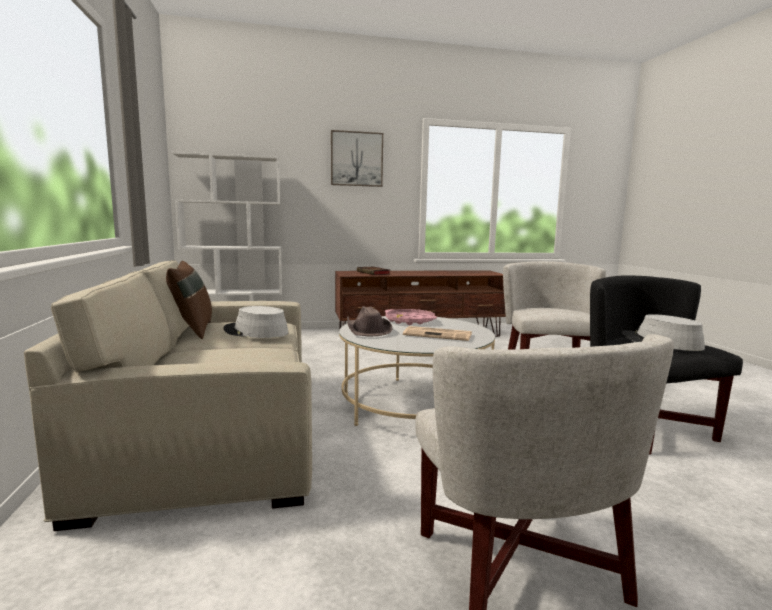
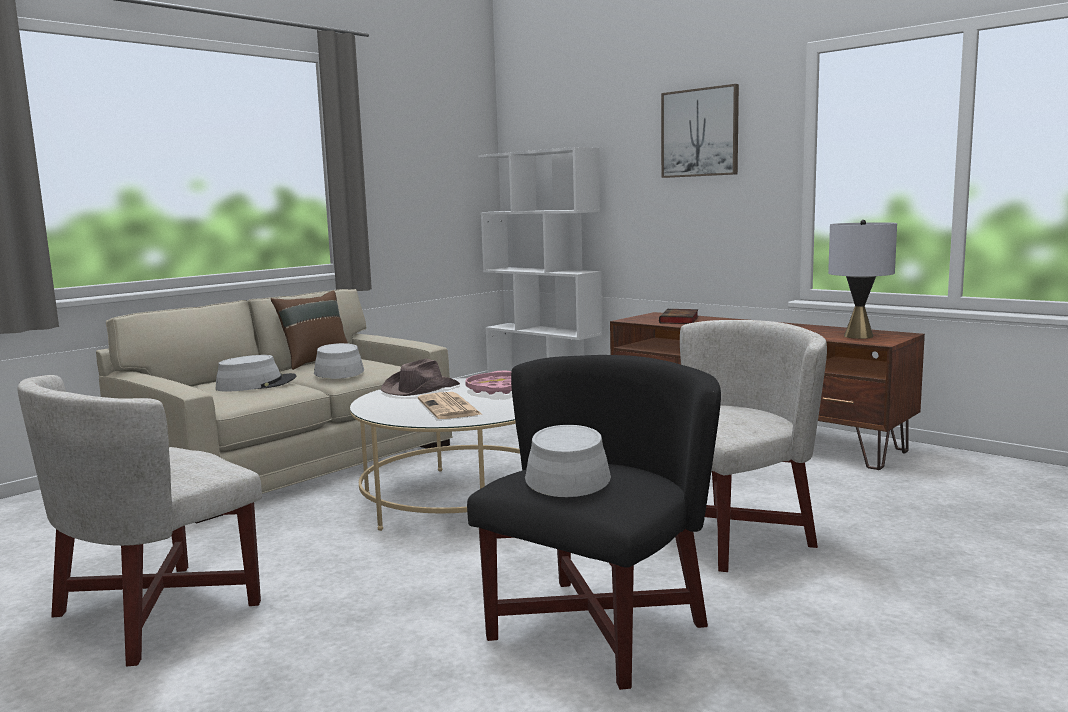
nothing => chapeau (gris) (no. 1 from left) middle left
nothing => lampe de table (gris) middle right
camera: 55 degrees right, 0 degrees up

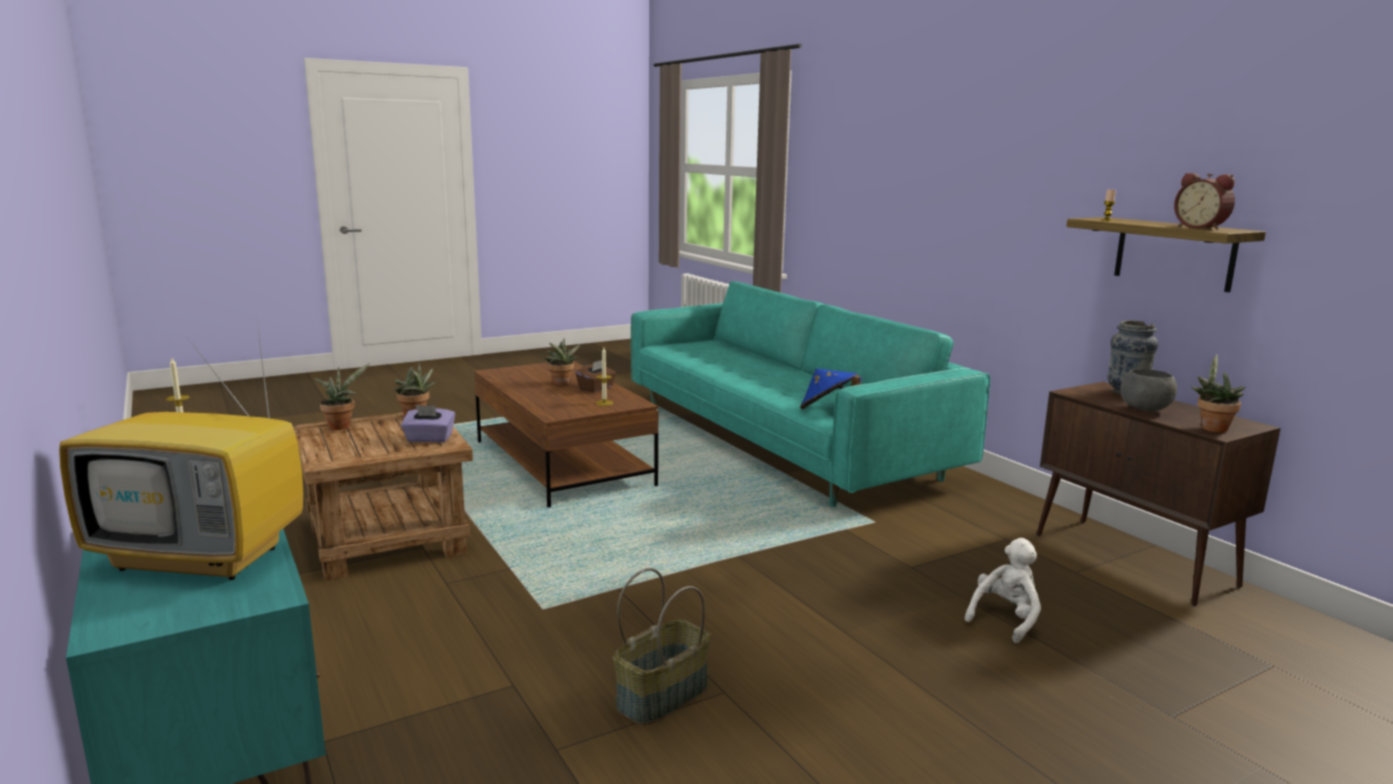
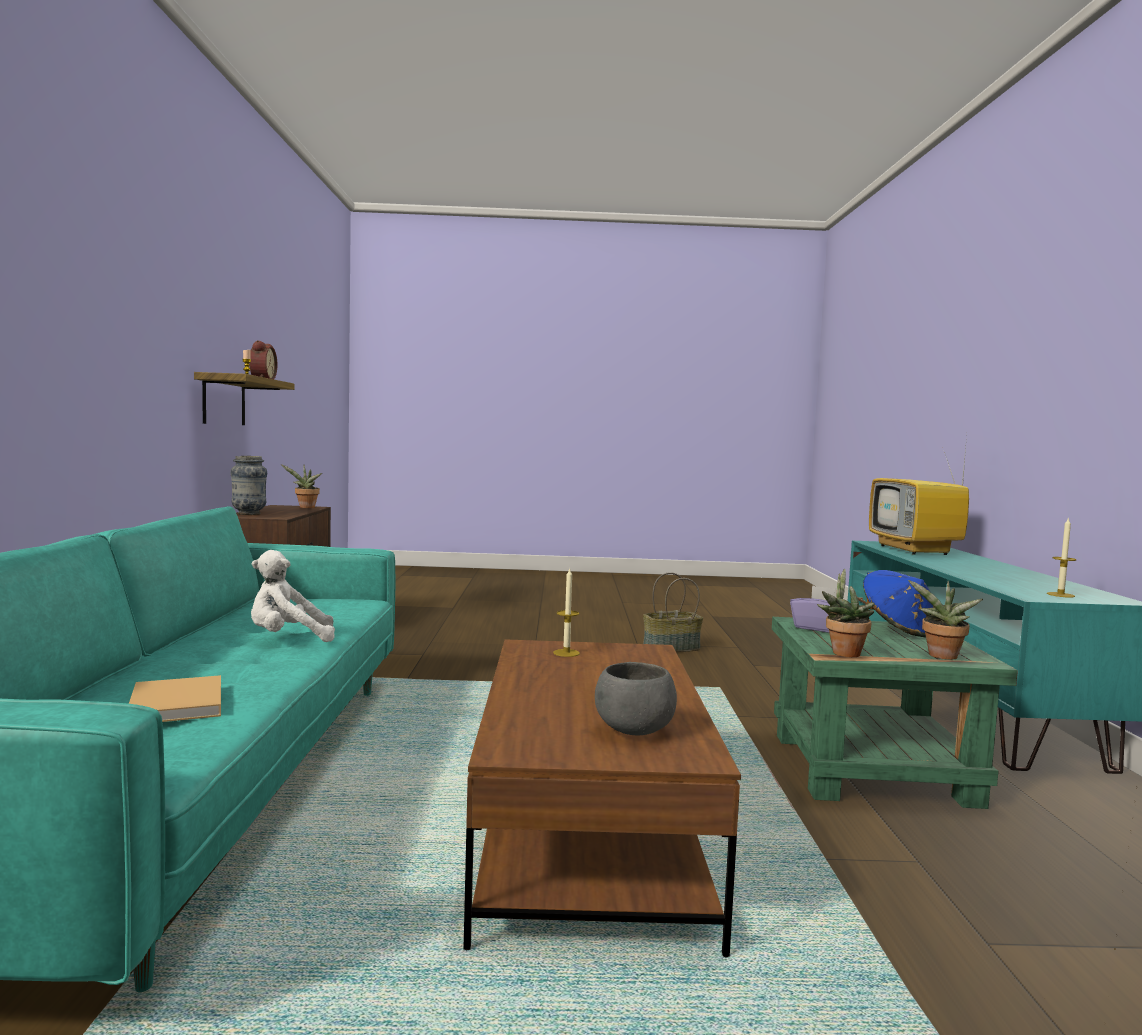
téléviseur middle left => téléviseur middle right, 135 degrees counterclockwise
table d'appoint (marron) middle left => table d'appoint (vert) bottom right
plante en pot (no. 3 from left) centre => nothing
boîte à mouchoirs (marron) centre => nothing
chapeau (bleu) centre => chapeau (bleu) middle right, relocated
peluche (blanc) bottom right => peluche (blanc) middle left, relocated
bol (gris) middle right => bol (gris) bottom centre, relocated
nothing => livre (beige) bottom left
camera: 150 degrees left, 10 degrees down

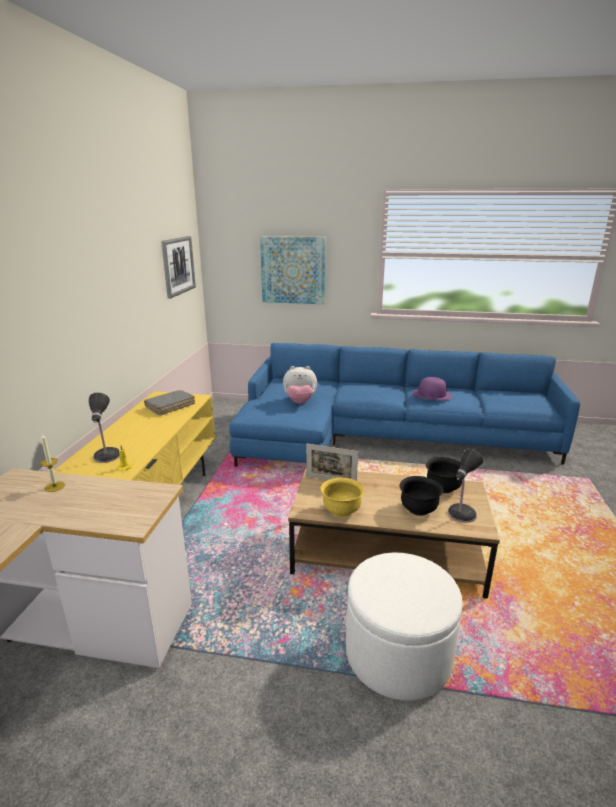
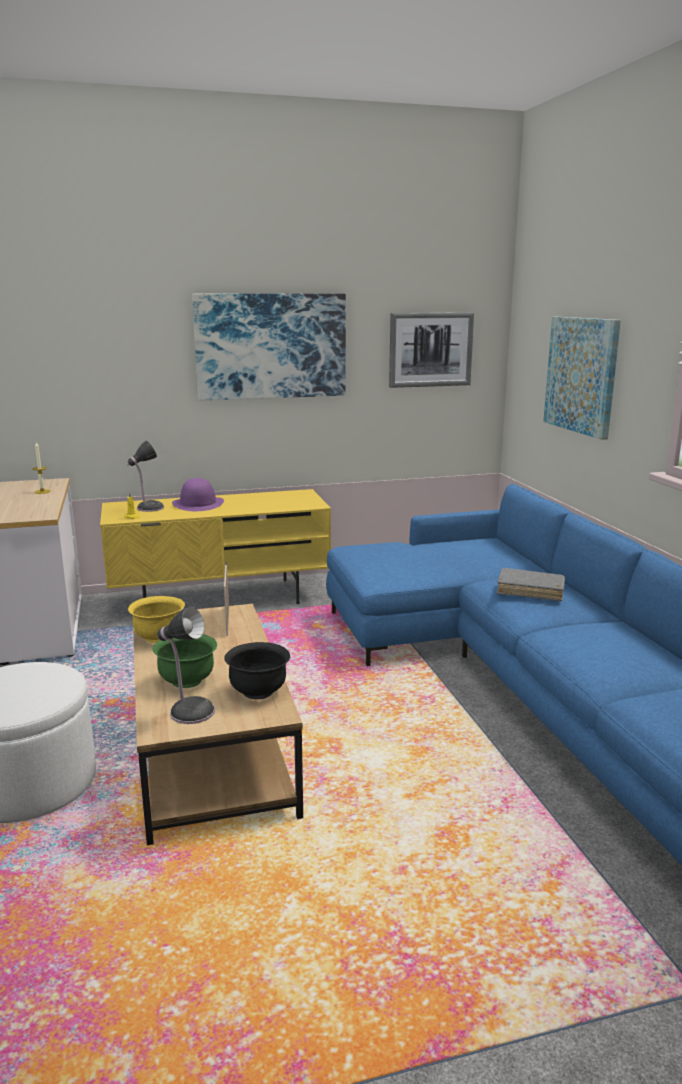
livre (gris) middle left => livre (gris) middle right, relocated
peluche centre => nothing
bol (noir) (no. 1 from left) middle right => bol (vert) middle left
chapeau (violet) middle right => chapeau (violet) middle left, relocated
nothing => tableau (no. 1 from left) top centre
camera: 65 degrees right, 5 degrees down

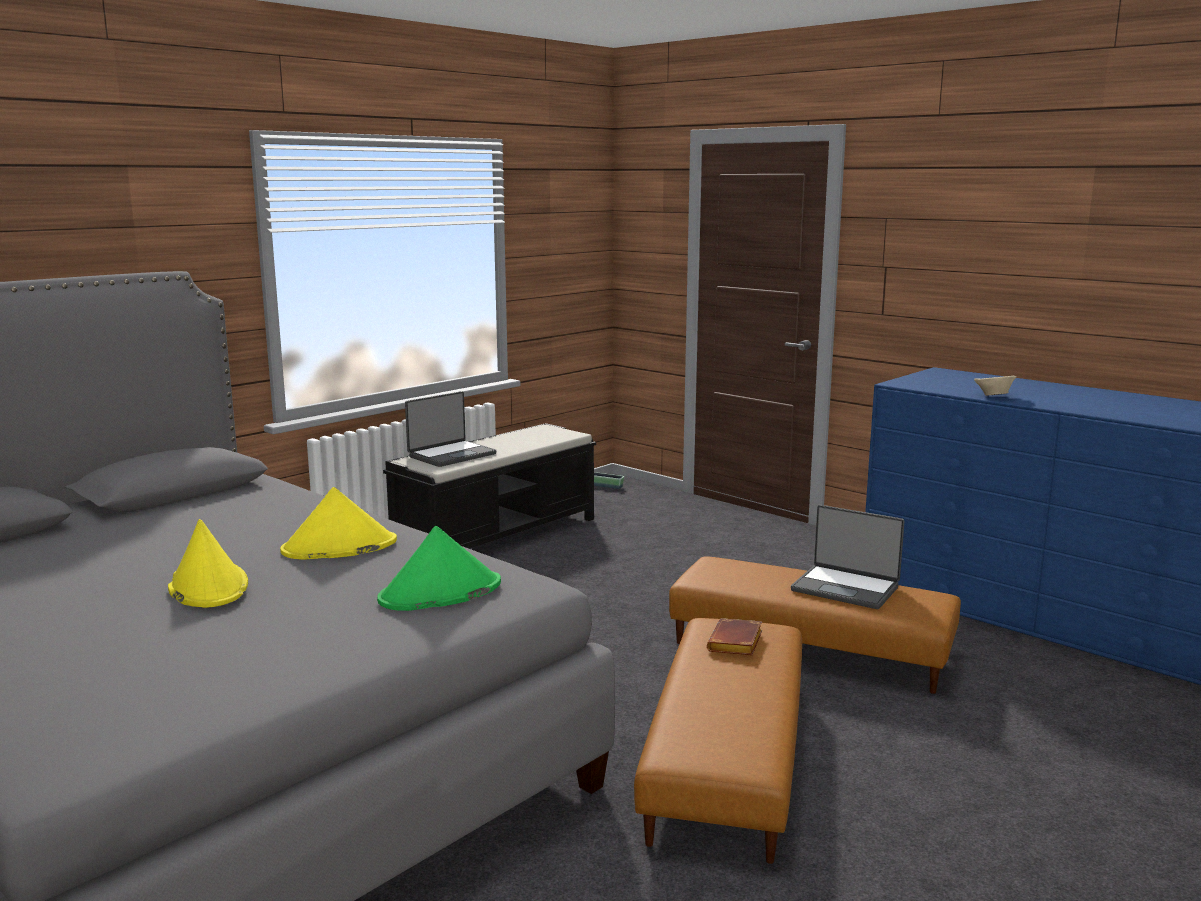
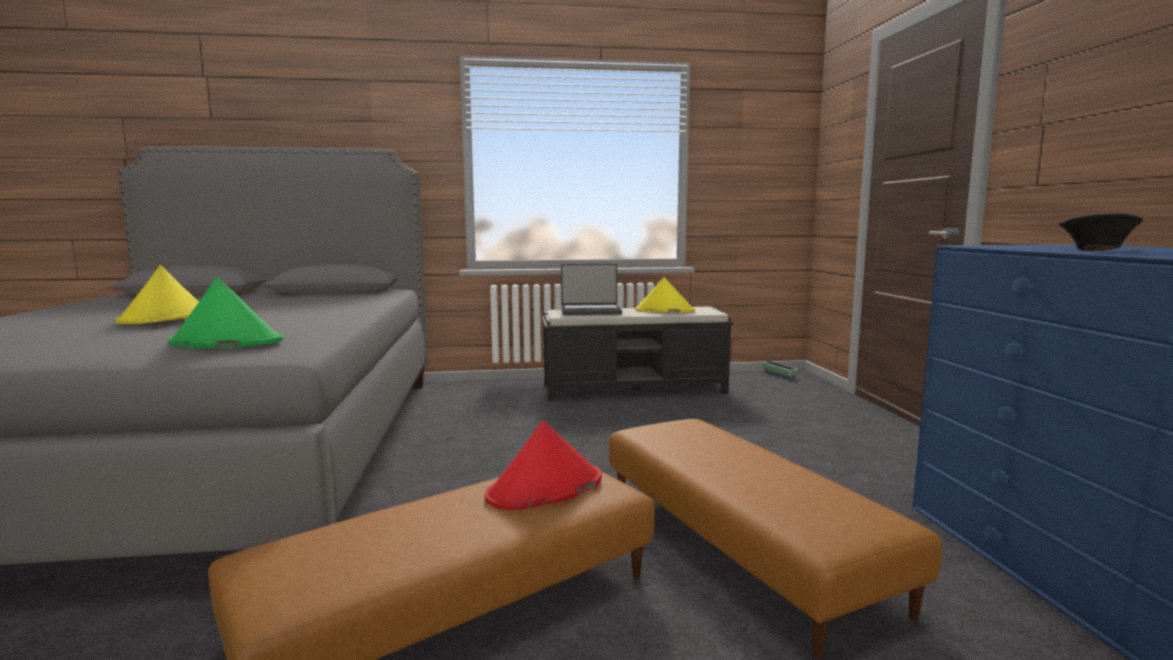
chapeau (jaune) (no. 2 from left) middle left => chapeau (jaune) (no. 2 from left) centre, relocated
livre (marron) bottom centre => chapeau (rouge) bottom centre
ordinateur portable (no. 2 from left) middle right => nothing
bol (beige) middle right => bol (noir) middle right
camera: 40 degrees right, 5 degrees down

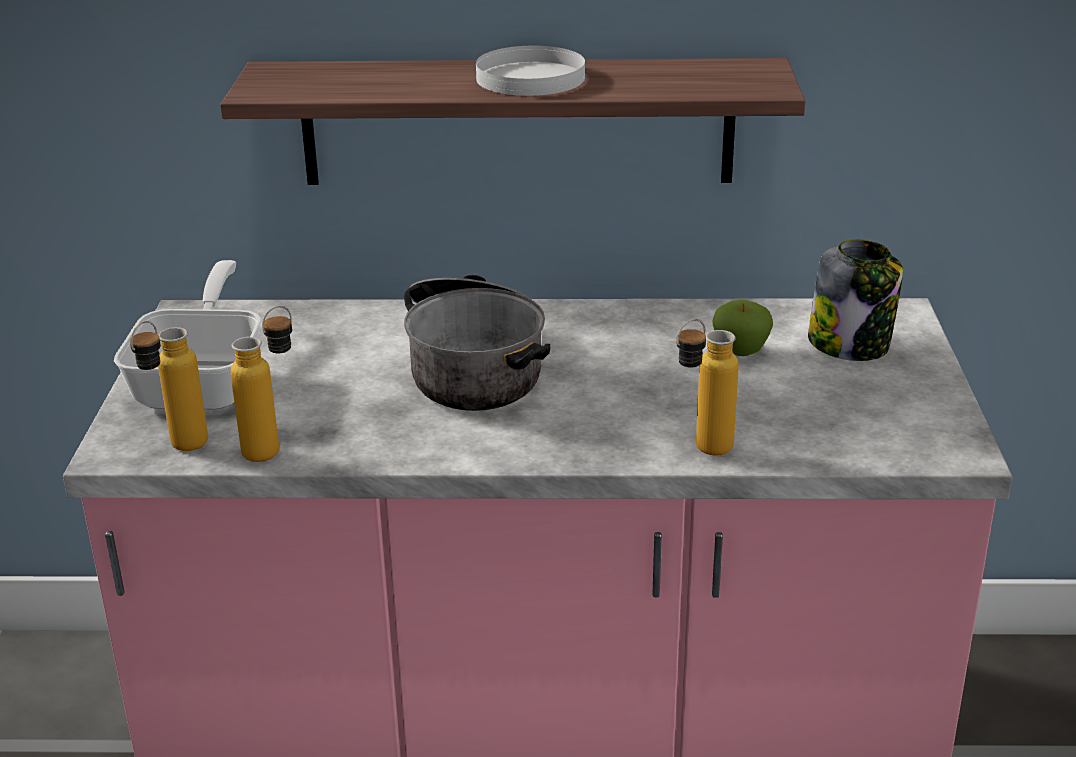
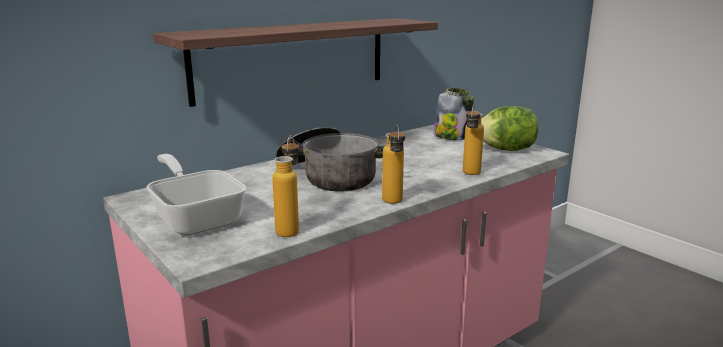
bouteille (no. 1 from left in the first image) middle left => bouteille (no. 2 from left) centre, relocated
assiette (blanc) top centre => nothing
pomme middle right => nothing
nothing => laitue middle right
camera: 40 degrees left, 10 degrees down

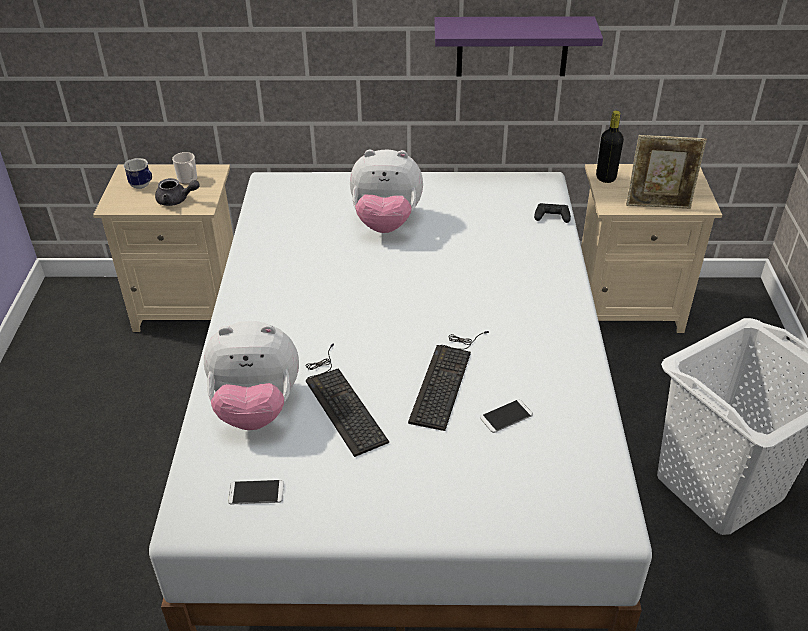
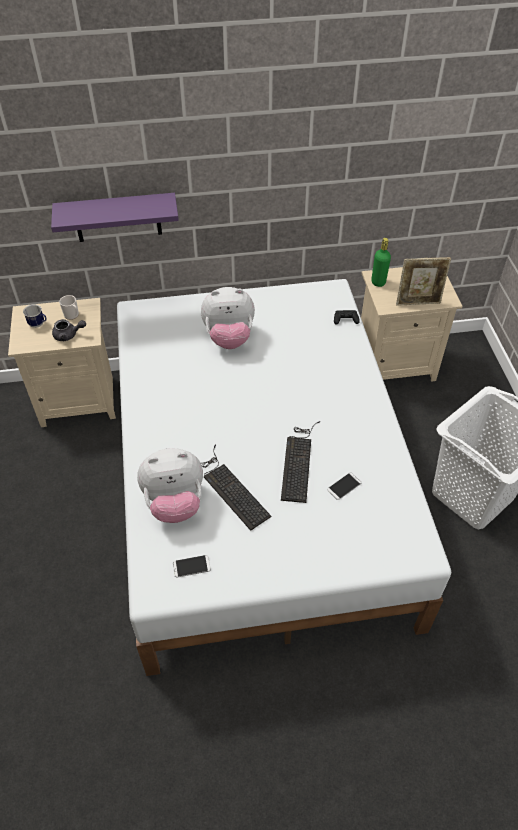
étagère (violet) top centre => étagère (violet) top left, relocated
bouteille (noir) top right => bouteille (vert) top right
camera: 10 degrees left, 10 degrees up

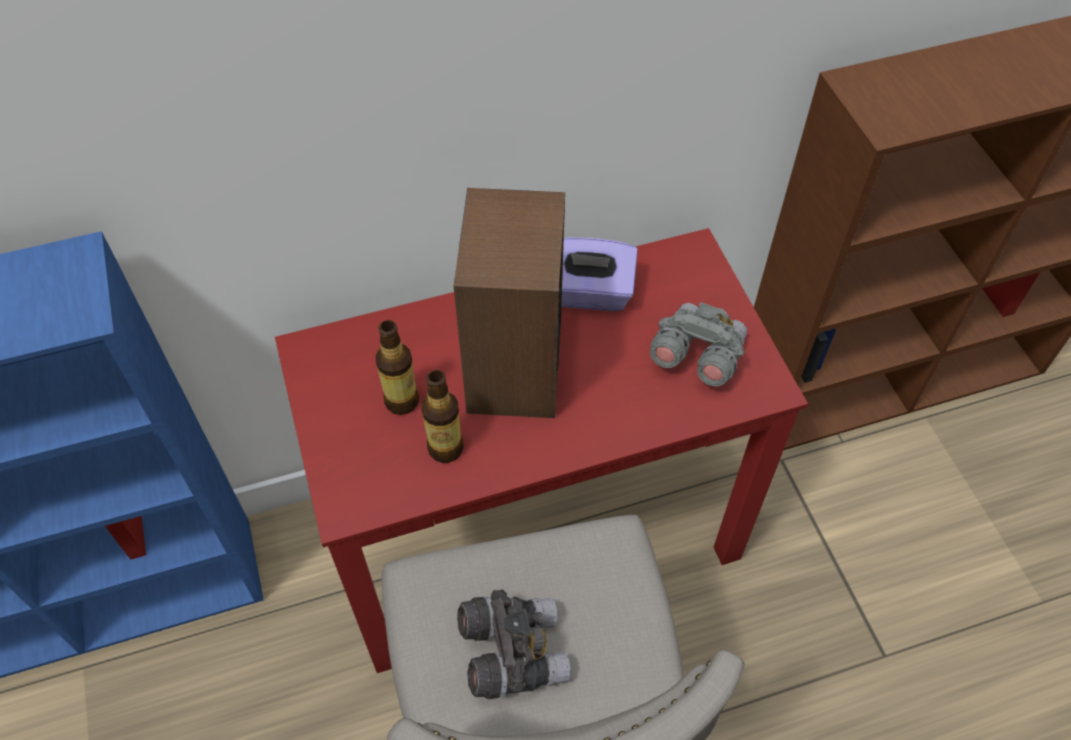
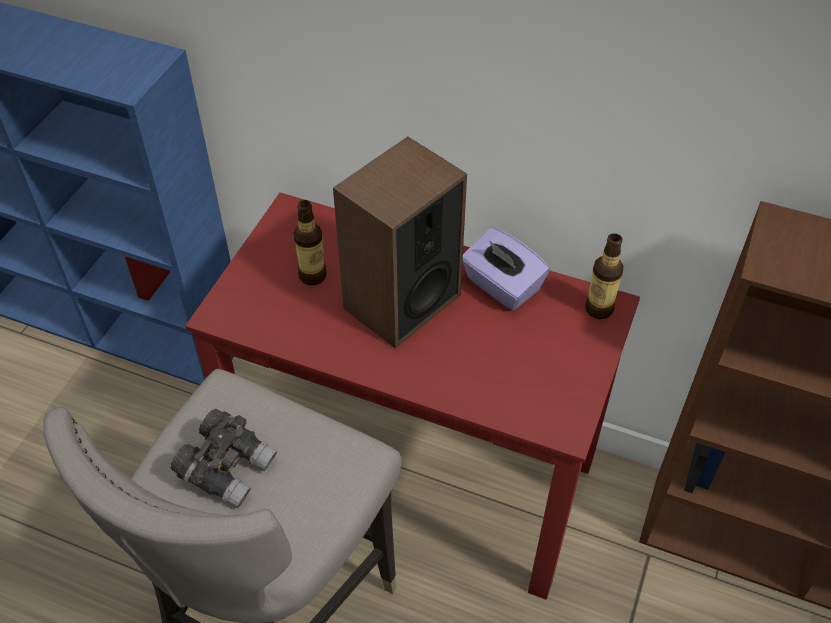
bouteille (no. 2 from left) centre => bouteille (no. 2 from left) middle right, relocated
jumelles (gris) (no. 2 from left) centre => nothing
camera: 40 degrees right, 5 degrees down

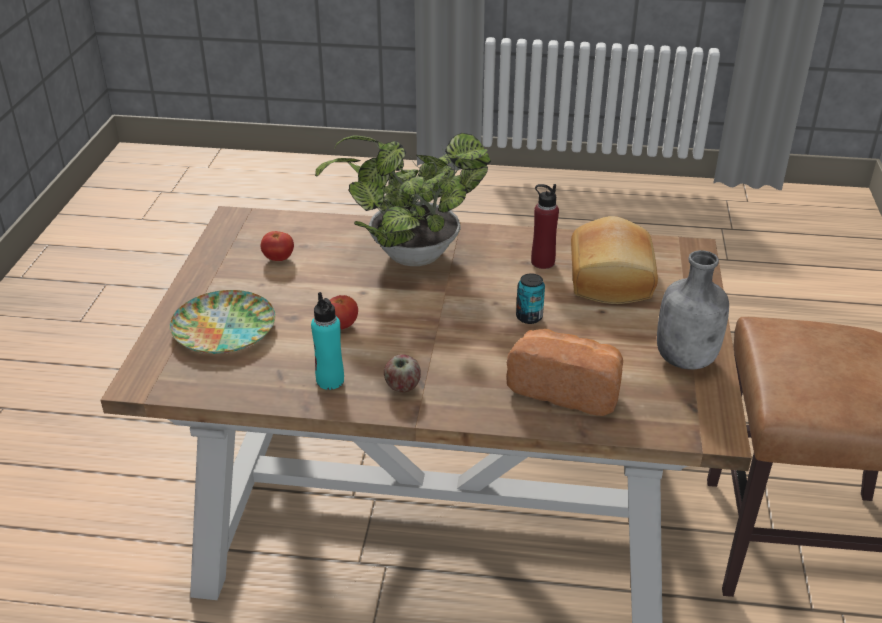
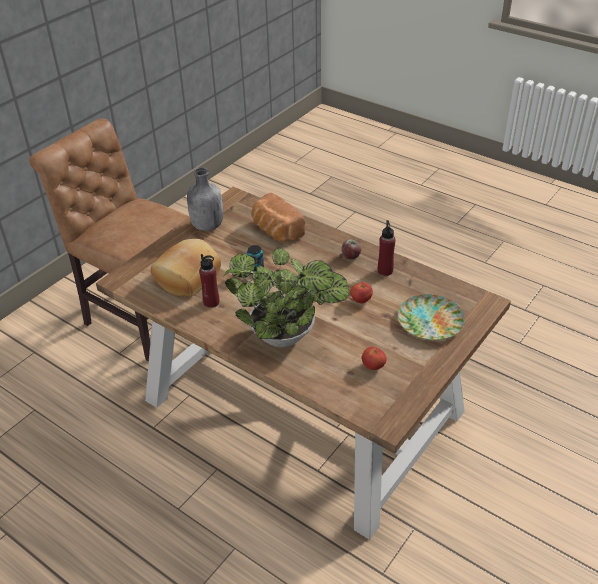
bouteille (turquoise) centre => bouteille (rouge) (no. 2 from left) centre
camera: 150 degrees left, 5 degrees up

